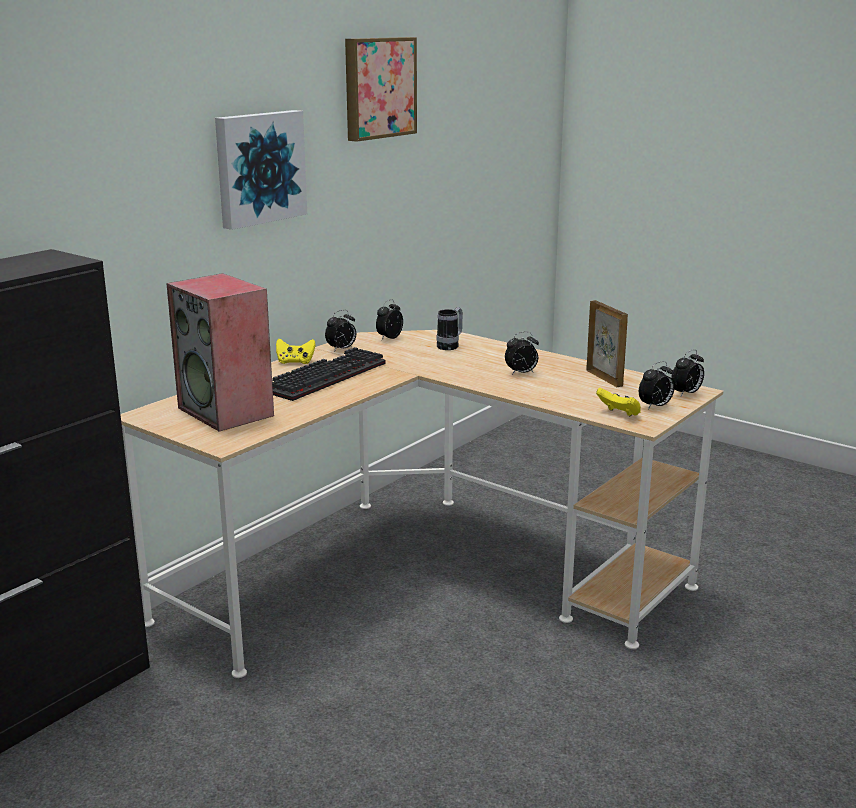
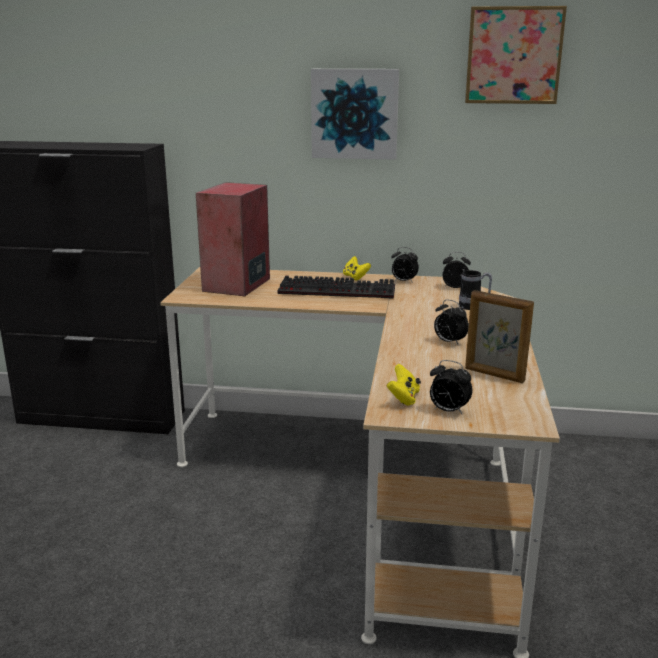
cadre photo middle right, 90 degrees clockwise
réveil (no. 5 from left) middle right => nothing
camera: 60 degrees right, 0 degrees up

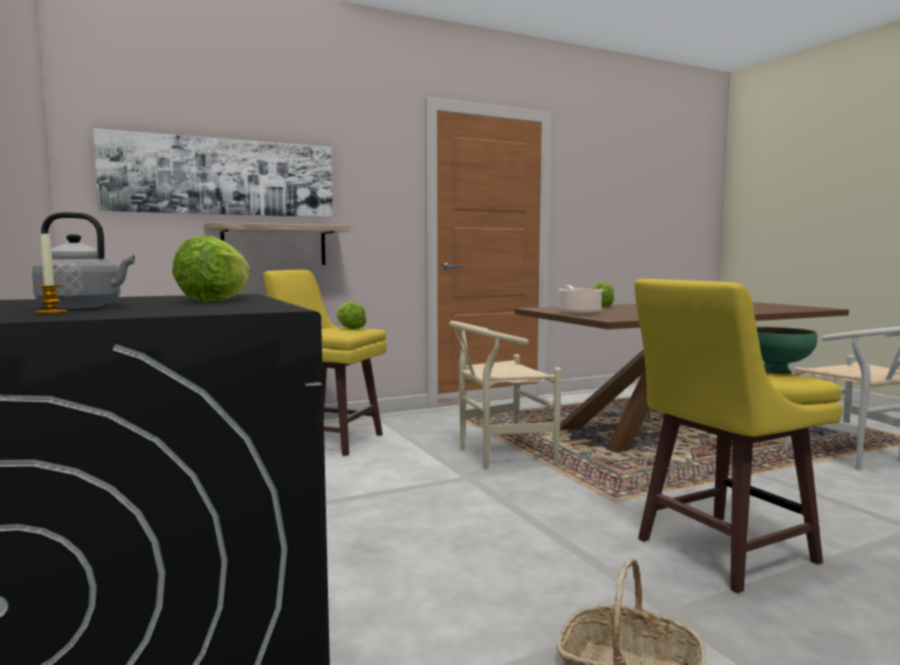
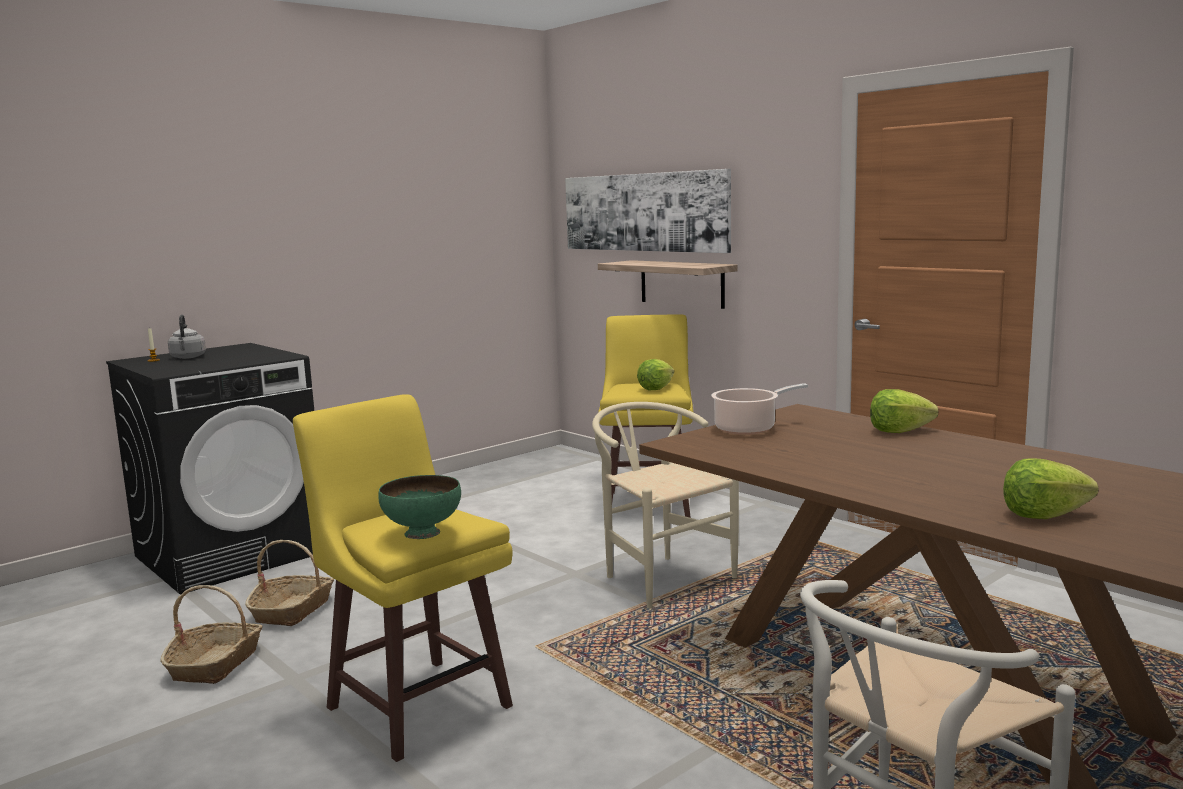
laitue (no. 1 from left in the first image) middle left => laitue (no. 3 from left) middle right, relocated
nothing => panier (no. 2 from left) bottom left
camera: 75 degrees right, 5 degrees up

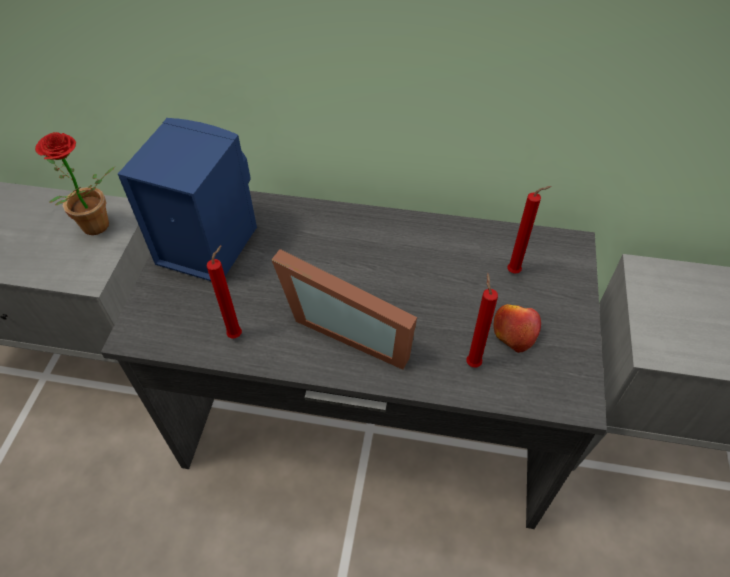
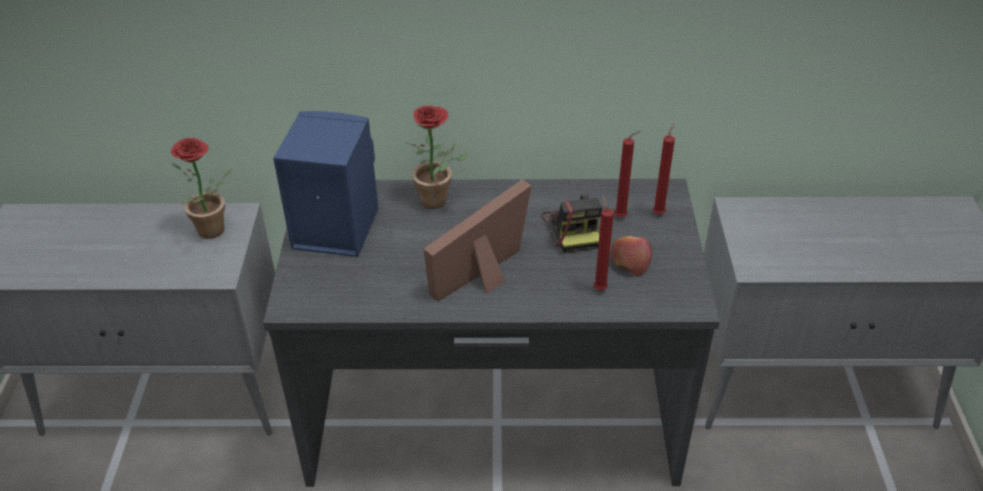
bougie (rouge) (no. 1 from left in the first image) middle left => bougie (rouge) (no. 3 from left) middle right, relocated
cadre photo centre, 120 degrees clockwise
nothing => plante en pot (no. 2 from left) top centre
nothing => appareil photo centre
camera: 10 degrees left, 10 degrees down

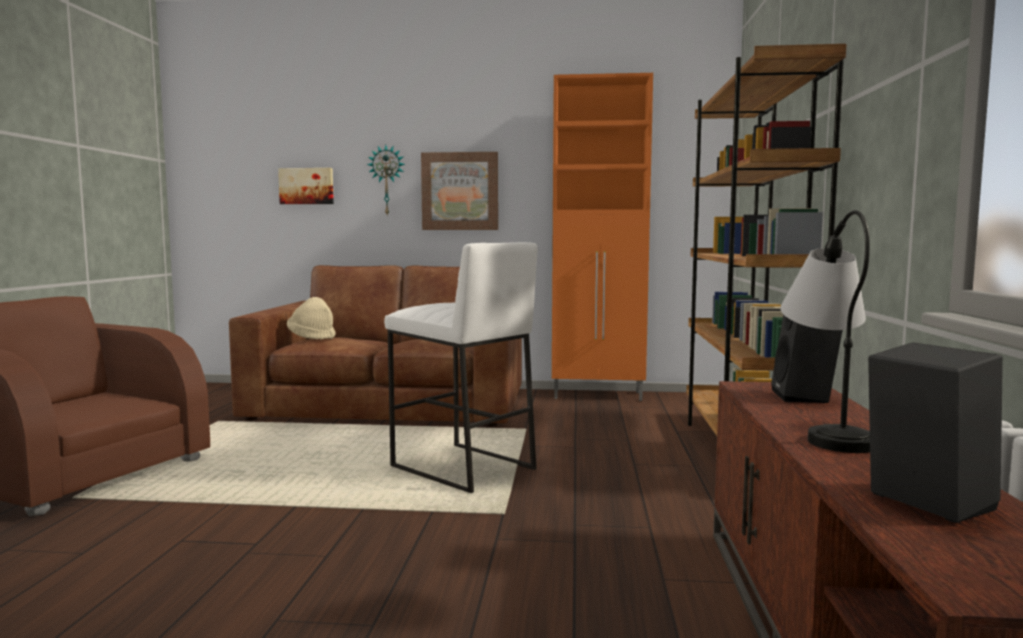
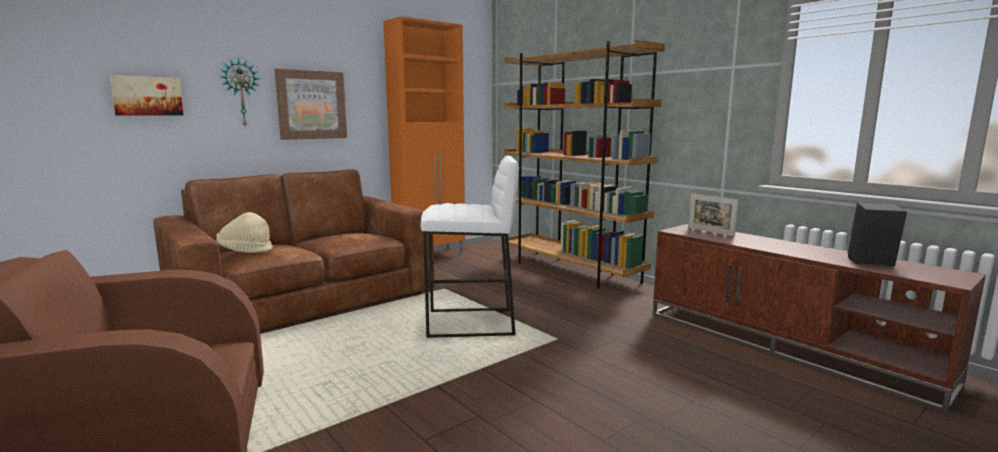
enceinte (noir) (no. 1 from left) middle right => cadre photo middle right
lampe de table middle right => nothing
camera: 45 degrees left, 5 degrees up

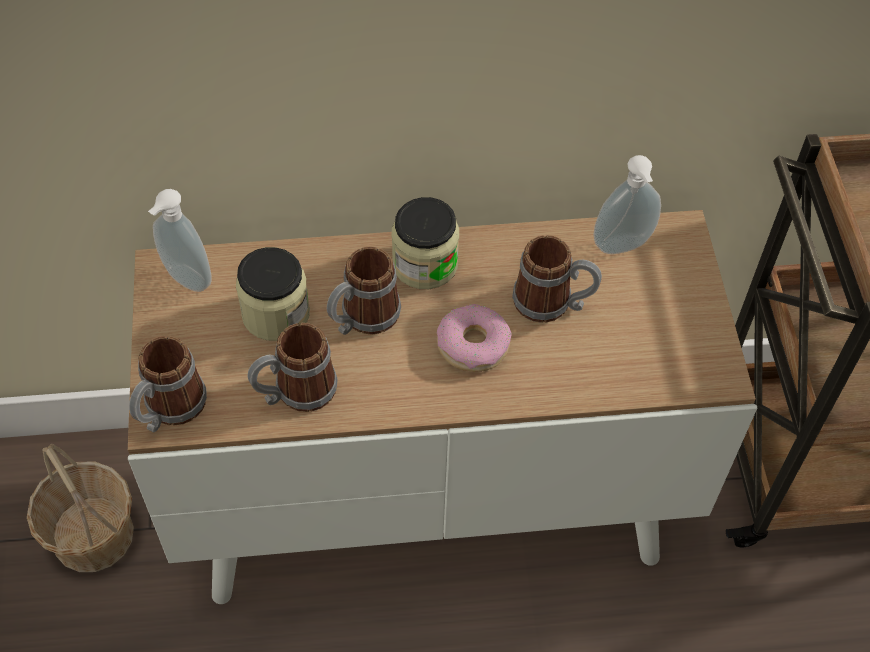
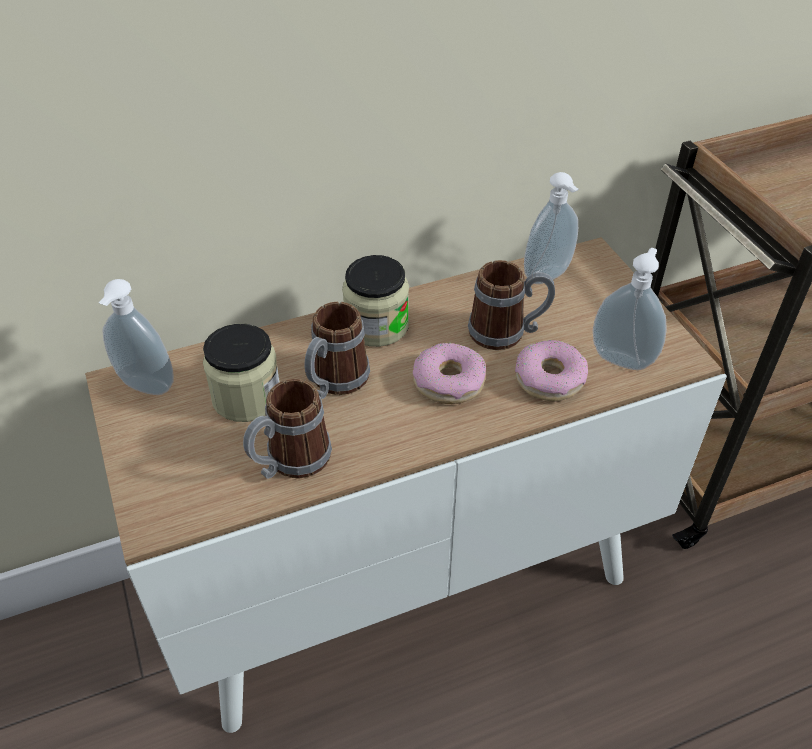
panier bottom left => nothing
mug (no. 1 from left) middle left => nothing
nothing => beignet (no. 2 from left) middle right
nothing => distributeur de savon (no. 3 from left) middle right
camera: 15 degrees left, 10 degrees down

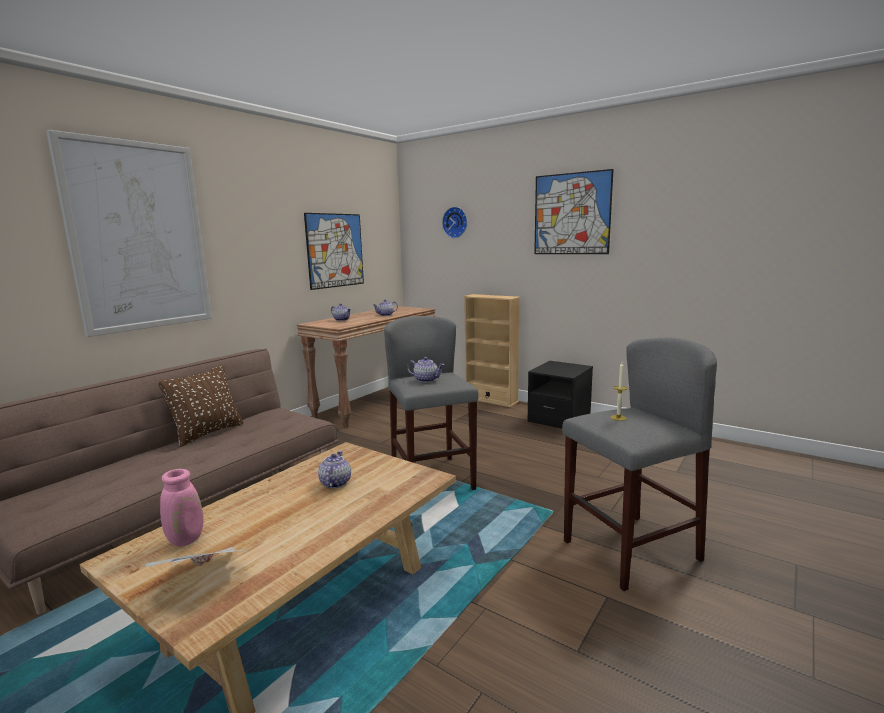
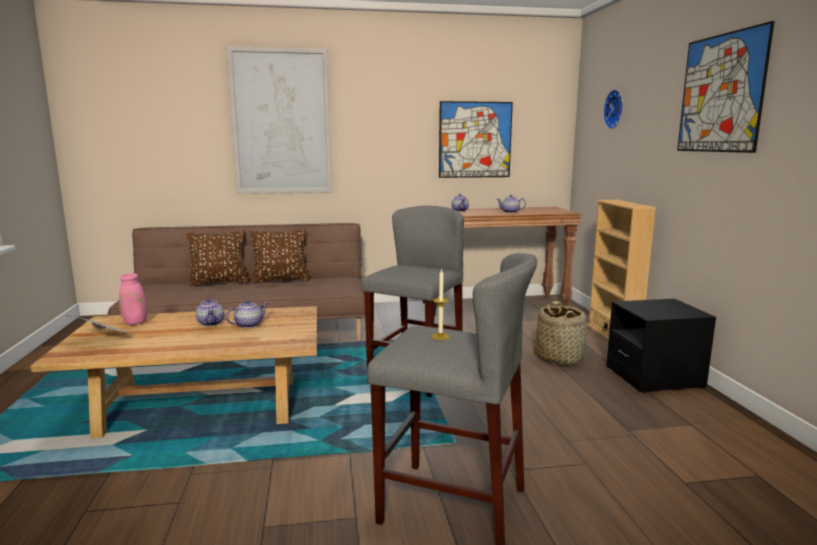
théière (no. 4 from left in the first image) centre => théière (no. 1 from left) middle left, relocated
nothing => coussin (marron) (no. 1 from left) middle left
nothing => panier middle right
camera: 45 degrees right, 0 degrees up

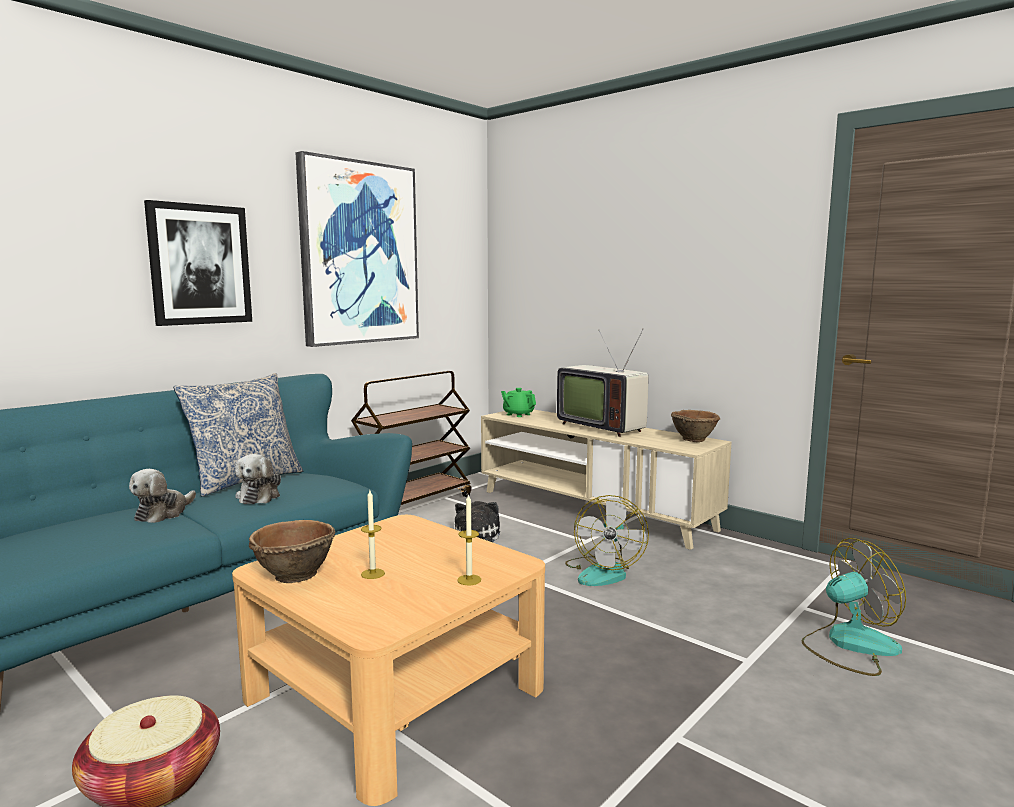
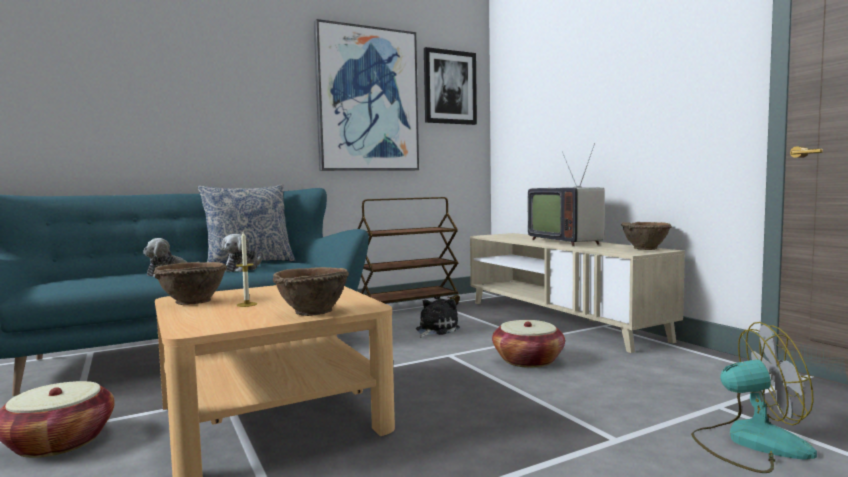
tableau (no. 1 from left in the first image) top left => tableau (no. 2 from left) top centre, relocated
bougie (no. 2 from left) bottom centre => bol (marron) (no. 2 from left) centre
théière (vert) centre => nothing
ventilateur (no. 1 from left) bottom centre => panier (no. 2 from left) bottom centre
camera: 20 degrees right, 5 degrees down

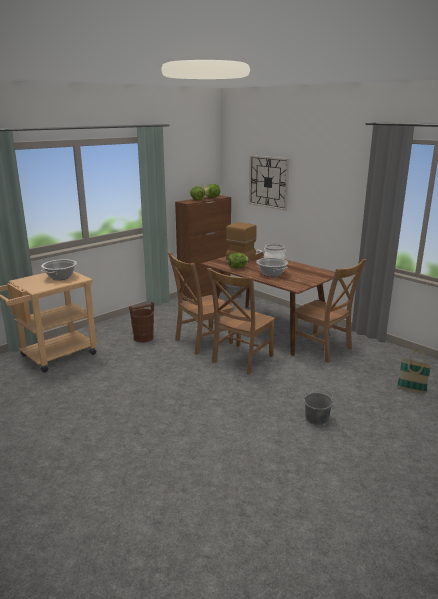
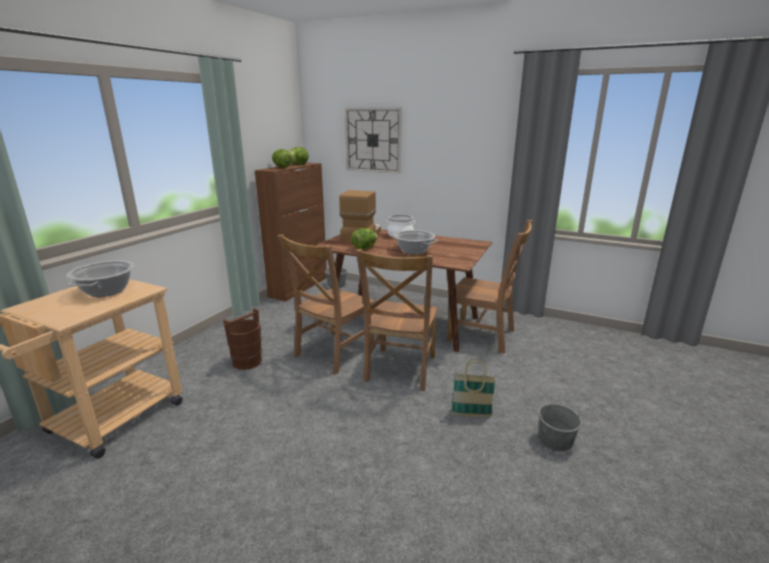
panier middle right => panier bottom centre, relocated
camera: 20 degrees left, 0 degrees up

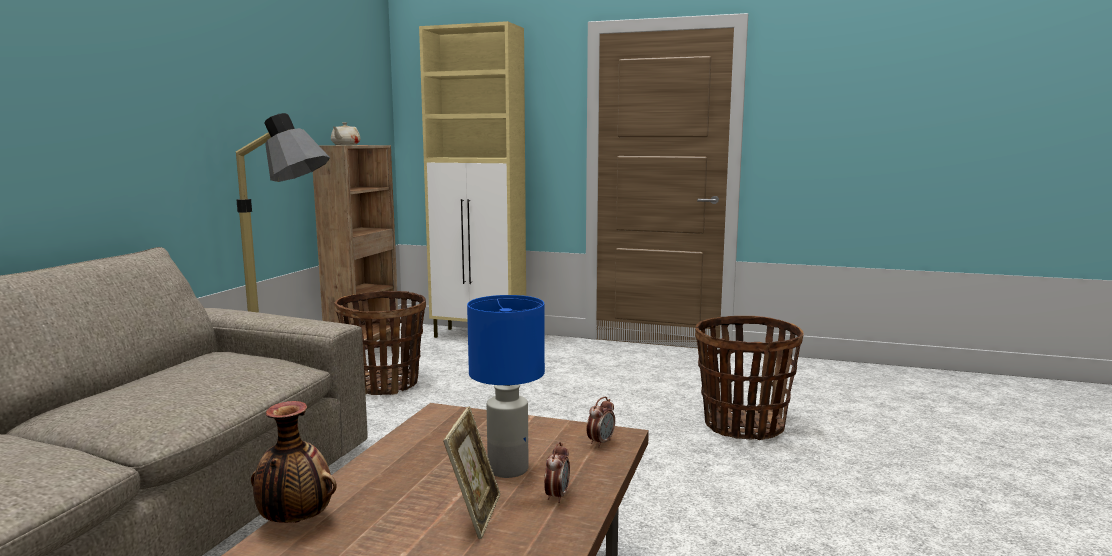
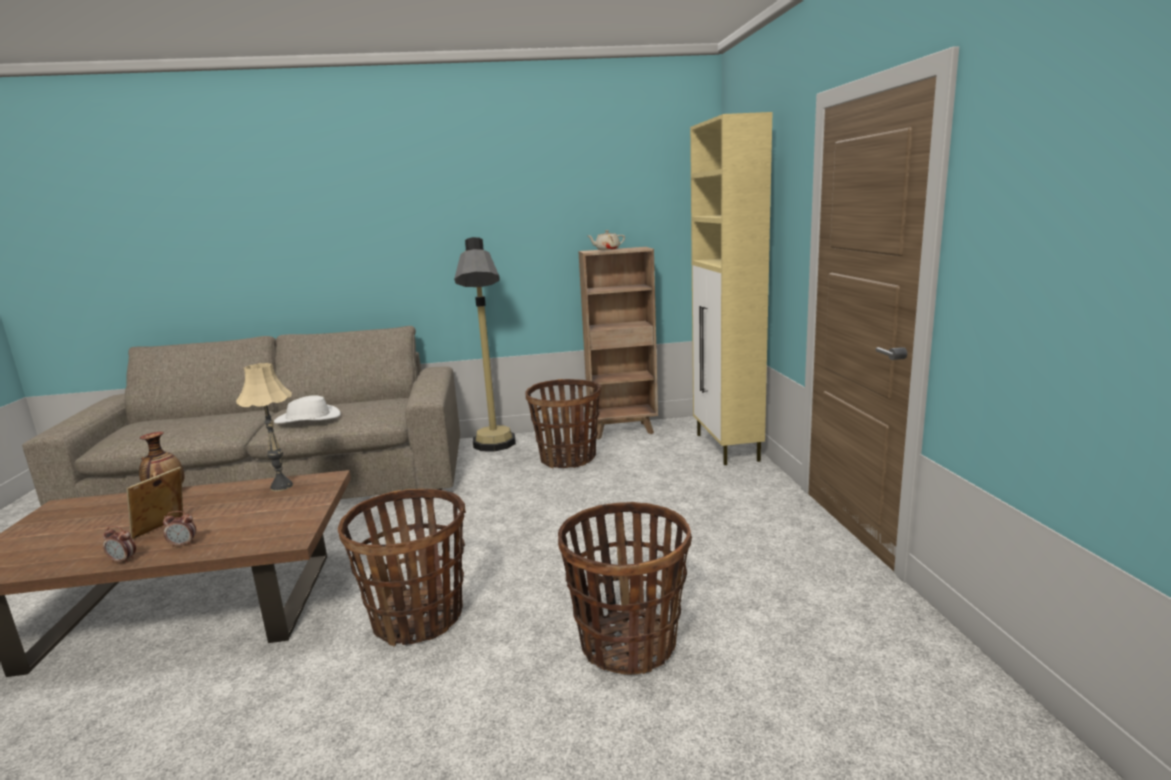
cadre photo bottom centre => cadre photo middle left, 135 degrees clockwise
lampe de table (bleu) bottom centre => nothing
réveil (no. 2 from left in the first image) bottom centre => réveil (no. 1 from left) bottom left, relocated
nothing => lampe de table (beige) middle left
nothing => chapeau (blanc) middle left
nothing => panier (no. 1 from left) bottom centre
camera: 65 degrees right, 5 degrees up

